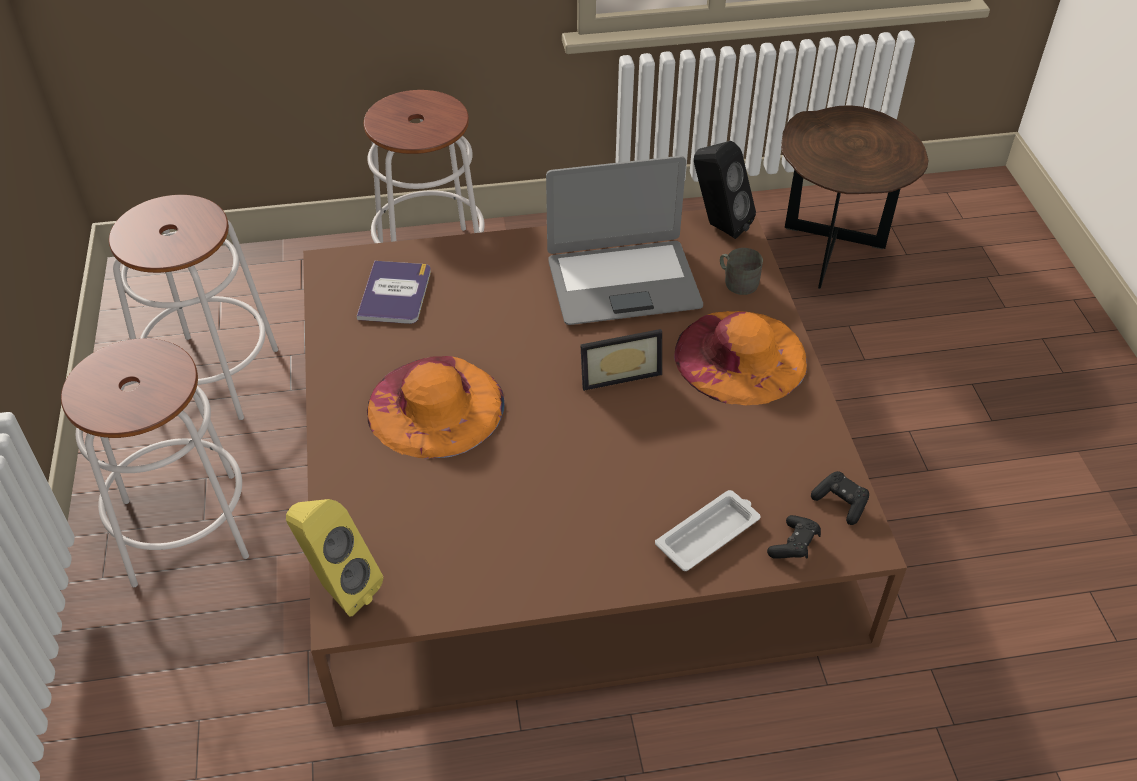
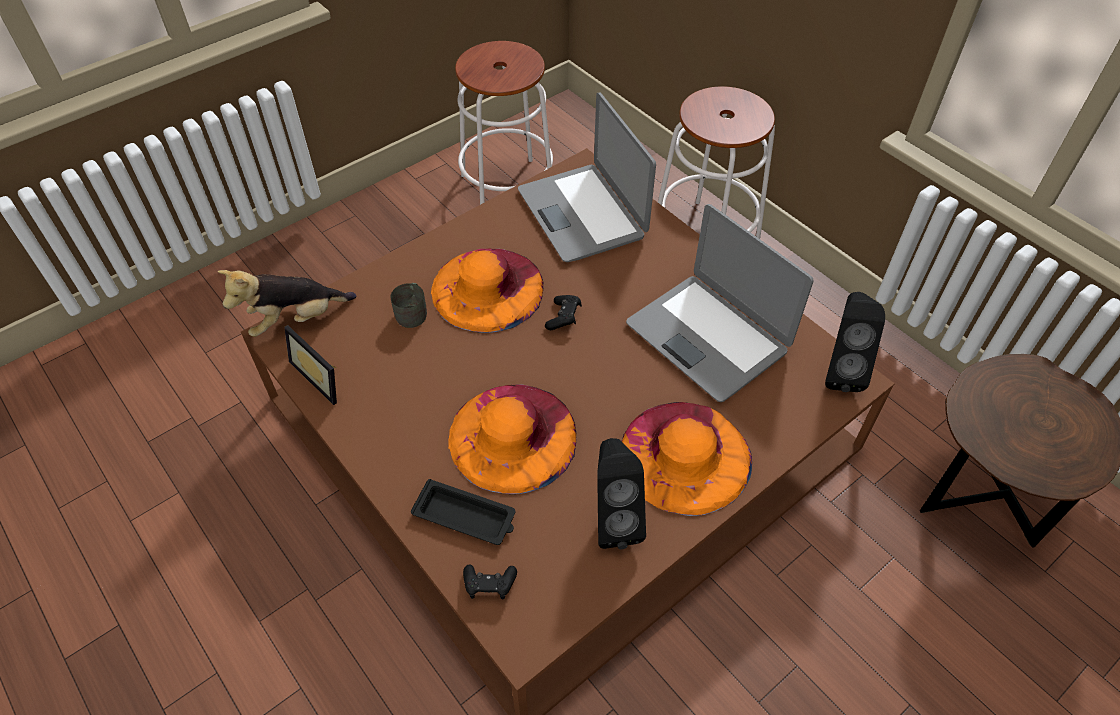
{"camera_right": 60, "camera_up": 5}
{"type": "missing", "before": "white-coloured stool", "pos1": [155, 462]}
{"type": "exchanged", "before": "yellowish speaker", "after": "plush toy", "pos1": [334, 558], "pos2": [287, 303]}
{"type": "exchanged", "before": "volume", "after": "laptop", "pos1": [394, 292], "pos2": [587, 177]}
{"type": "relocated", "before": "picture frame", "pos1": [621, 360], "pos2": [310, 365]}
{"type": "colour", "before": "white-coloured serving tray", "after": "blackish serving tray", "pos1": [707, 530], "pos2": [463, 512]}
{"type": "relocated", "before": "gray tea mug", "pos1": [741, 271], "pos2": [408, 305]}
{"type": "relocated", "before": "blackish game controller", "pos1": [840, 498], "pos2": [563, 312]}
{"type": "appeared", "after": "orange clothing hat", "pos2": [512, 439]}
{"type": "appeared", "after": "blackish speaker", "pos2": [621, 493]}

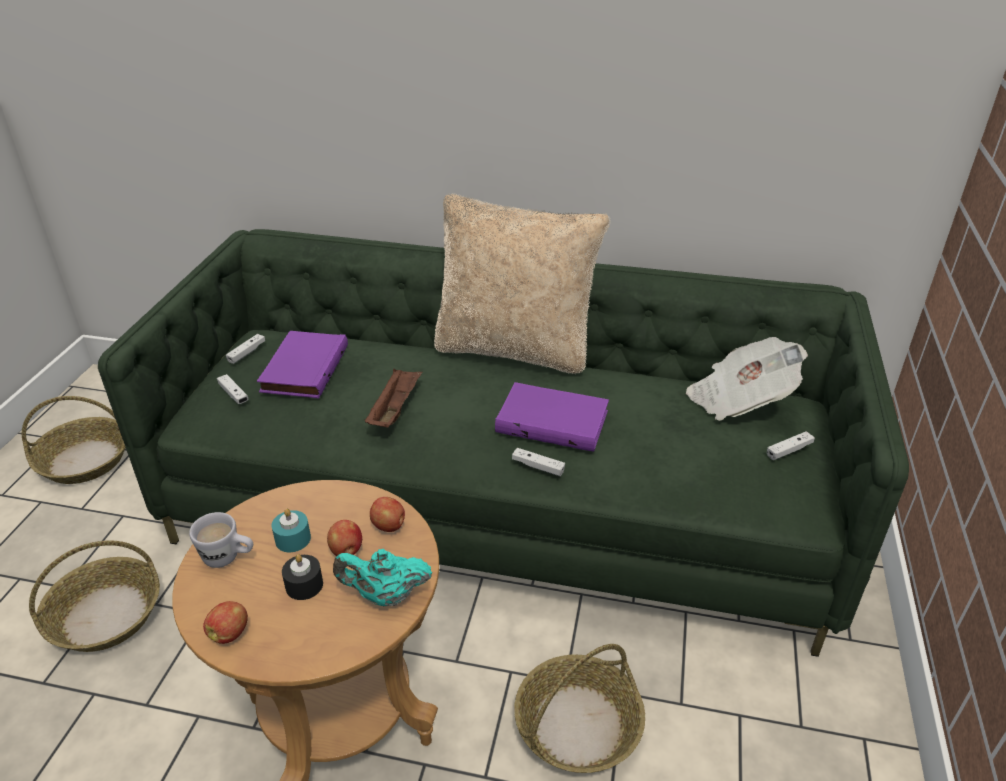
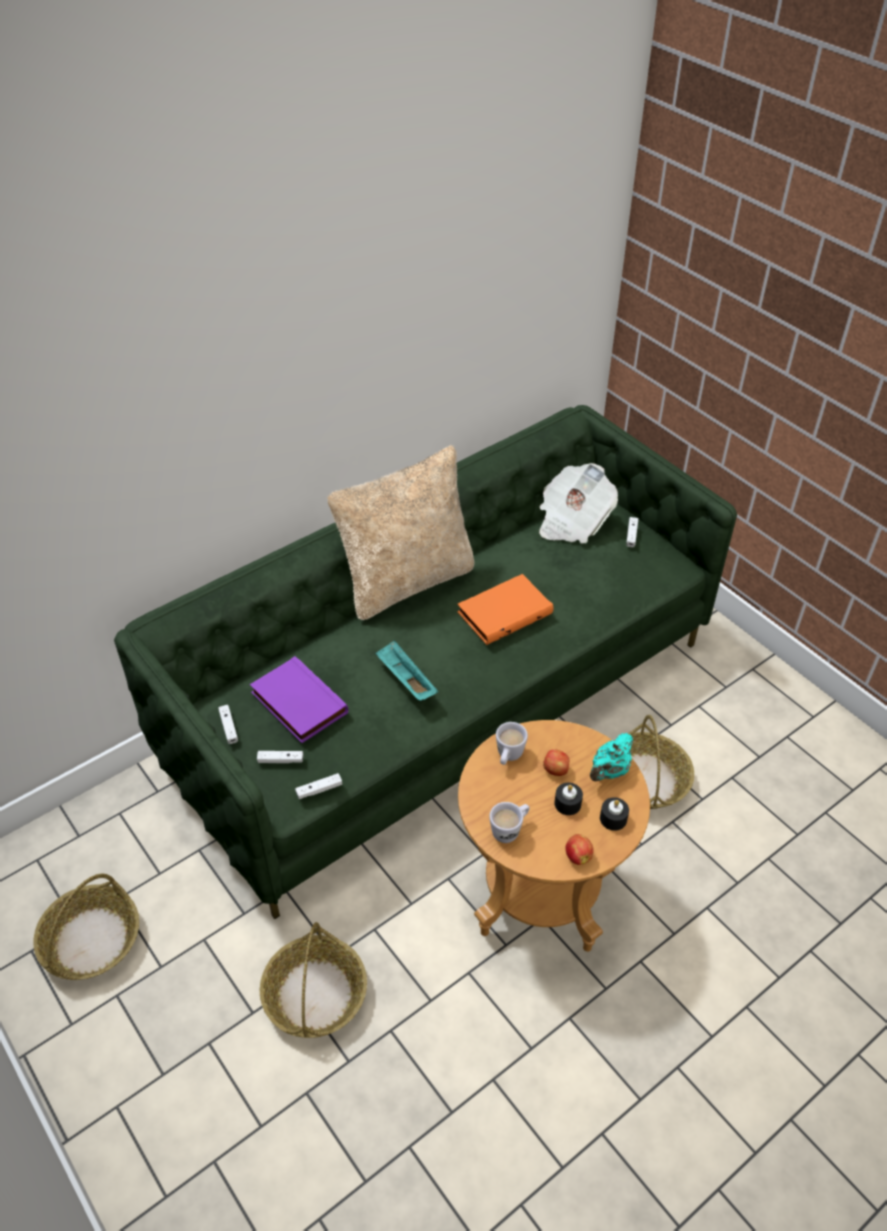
{"camera_right": -50, "camera_up": 10}
{"type": "missing", "before": "turquoise-coloured wax light", "pos1": [291, 530]}
{"type": "colour", "before": "brown serving tray", "after": "turquoise-coloured serving tray", "pos1": [393, 398], "pos2": [406, 670]}
{"type": "missing", "before": "whole apple", "pos1": [387, 514]}
{"type": "colour", "before": "purplish volume", "after": "orange volume", "pos1": [552, 417], "pos2": [505, 609]}
{"type": "relocated", "before": "white-coloured game controller", "pos1": [538, 462], "pos2": [318, 786]}
{"type": "appeared", "after": "white-coloured tea mug", "pos2": [512, 743]}
{"type": "appeared", "after": "blackish wax light", "pos2": [614, 814]}

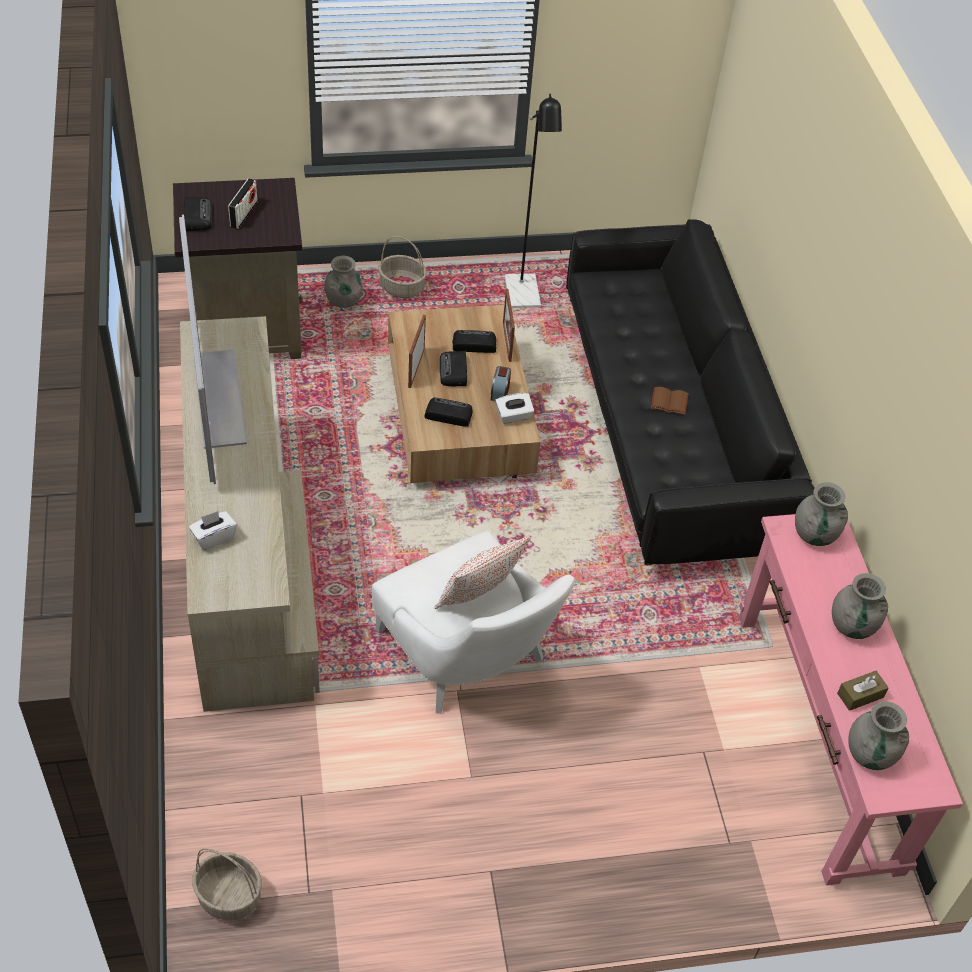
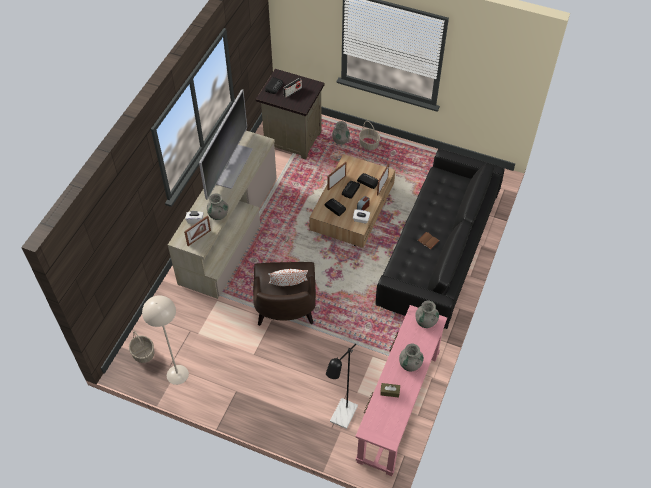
{"camera_right": 35, "camera_up": 5}
{"type": "colour", "before": "white-coloured lounge chair", "after": "brown lounge chair", "pos1": [473, 622], "pos2": [284, 294]}
{"type": "relocated", "before": "blackish standing lamp", "pos1": [533, 201], "pos2": [342, 385]}
{"type": "relocated", "before": "gray flower vase", "pos1": [878, 735], "pos2": [218, 206]}
{"type": "appeared", "after": "sand-coloured standing lamp", "pos2": [165, 340]}
{"type": "appeared", "after": "picture frame", "pos2": [197, 231]}

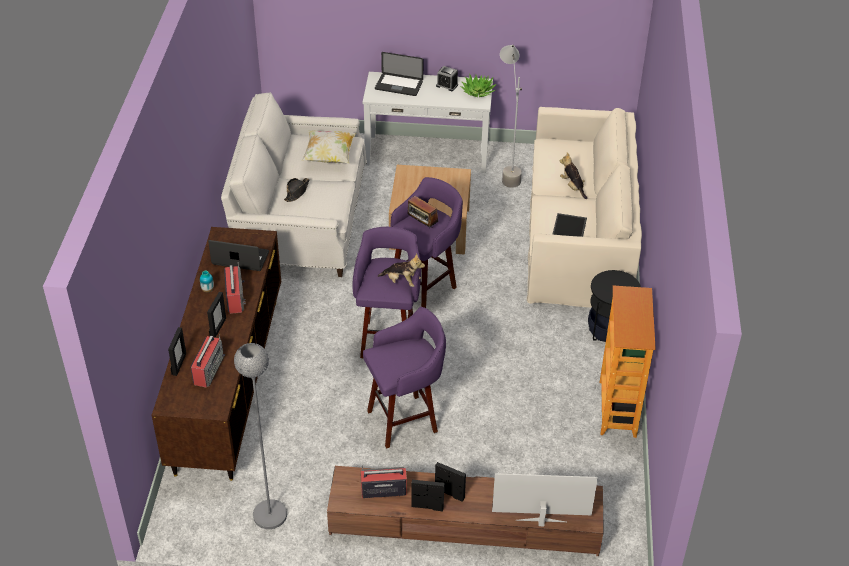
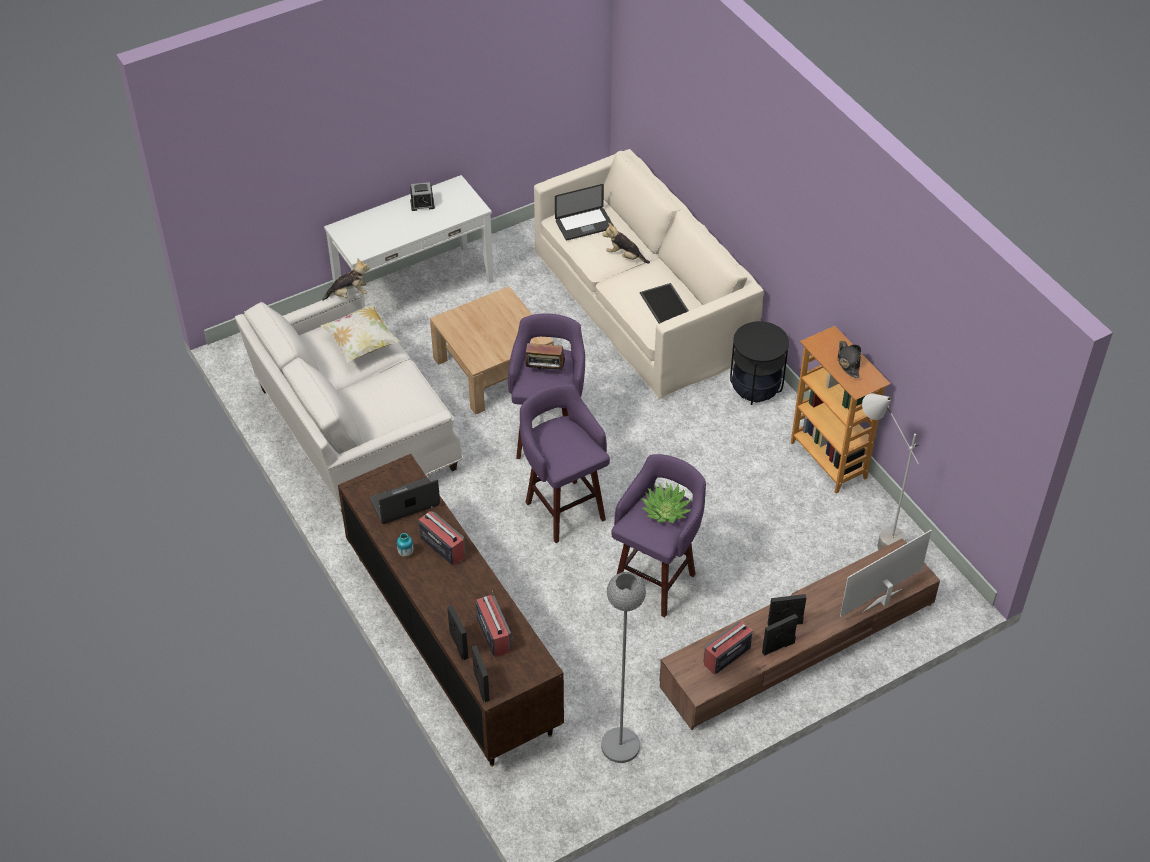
{"camera_right": -35, "camera_up": 5}
{"type": "relocated", "before": "picture frame", "pos1": [216, 315], "pos2": [481, 674]}
{"type": "relocated", "before": "blackish clothing hat", "pos1": [297, 190], "pos2": [849, 359]}
{"type": "relocated", "before": "laptop", "pos1": [399, 74], "pos2": [584, 212]}
{"type": "relocated", "before": "plush toy", "pos1": [401, 270], "pos2": [346, 280]}
{"type": "relocated", "before": "potted plant", "pos1": [478, 85], "pos2": [666, 502]}
{"type": "relocated", "before": "gray standing lamp", "pos1": [511, 116], "pos2": [891, 471]}

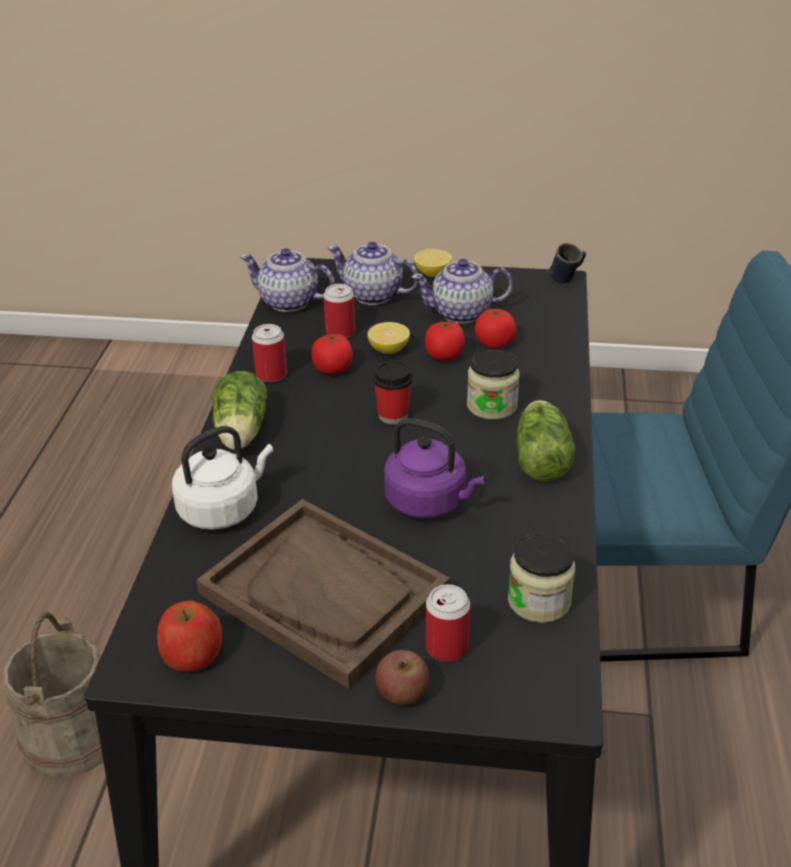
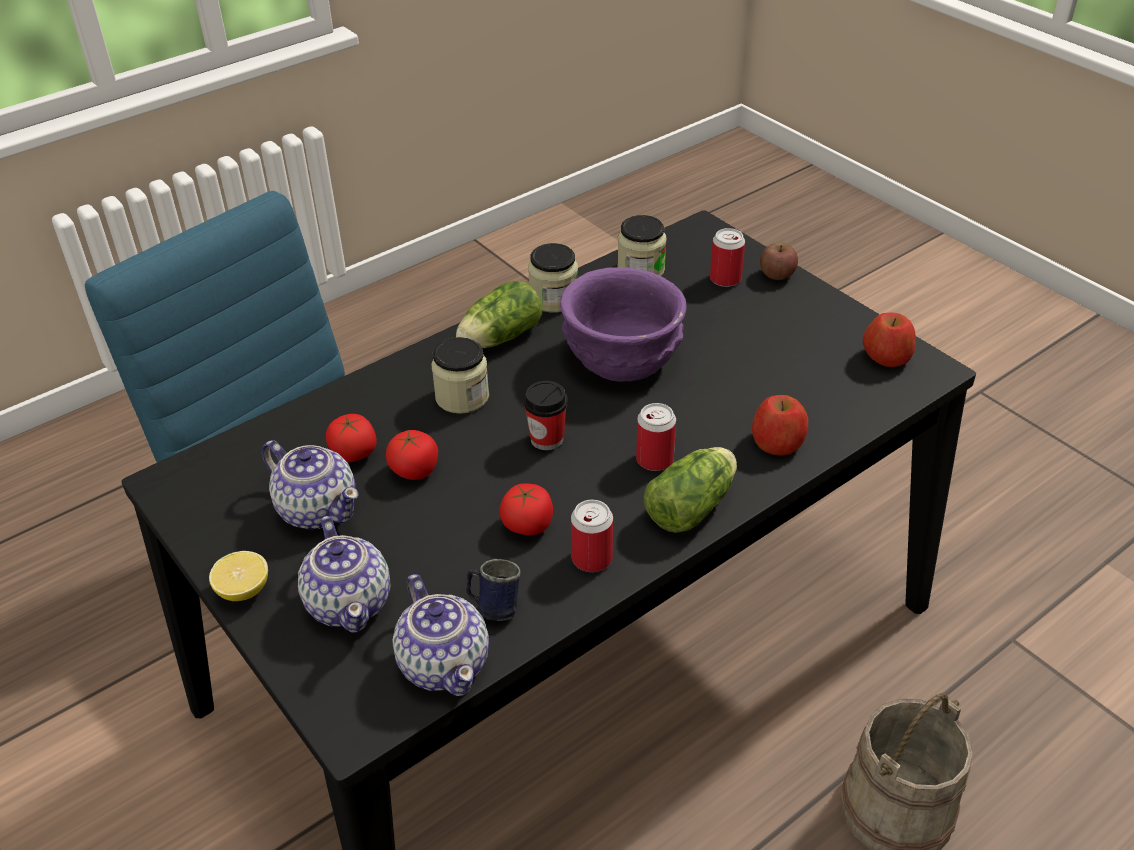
{"camera_right": -135, "camera_up": 5}
{"type": "exchanged", "before": "white-coloured kettle", "after": "whole apple", "pos1": [222, 478], "pos2": [780, 425]}
{"type": "missing", "before": "brown serving tray", "pos1": [323, 594]}
{"type": "relocated", "before": "metal can", "pos1": [339, 311], "pos2": [656, 437]}
{"type": "missing", "before": "citrus fruit", "pos1": [388, 338]}
{"type": "exchanged", "before": "purplish kettle", "after": "purplish serving bowl", "pos1": [434, 468], "pos2": [623, 324]}
{"type": "relocated", "before": "blue tea mug", "pos1": [567, 263], "pos2": [493, 590]}
{"type": "appeared", "after": "jar", "pos2": [553, 278]}

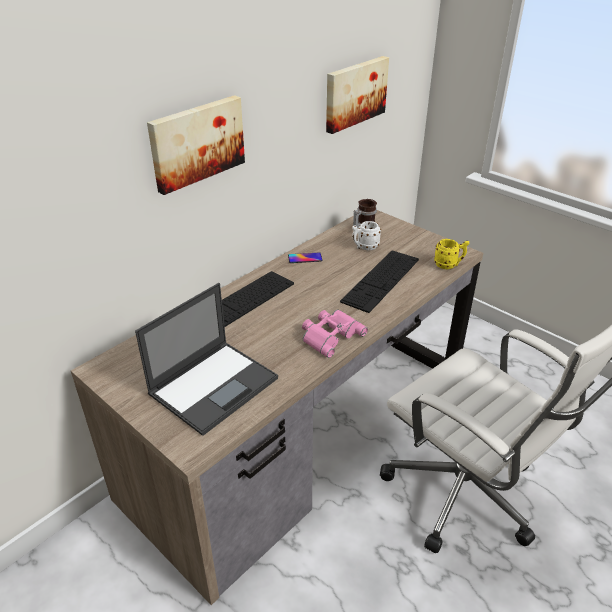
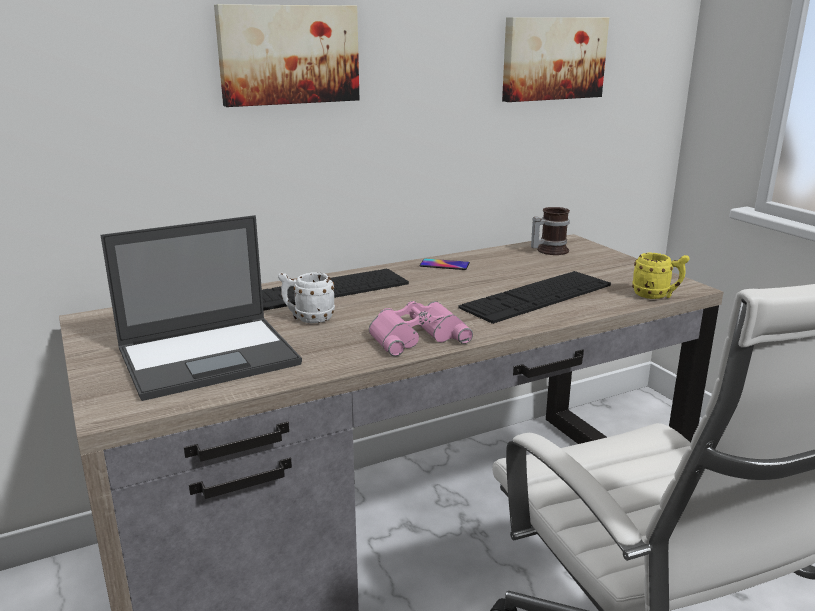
{"camera_right": 20, "camera_up": -15}
{"type": "relocated", "before": "white-coloured tea mug", "pos1": [366, 235], "pos2": [306, 297]}

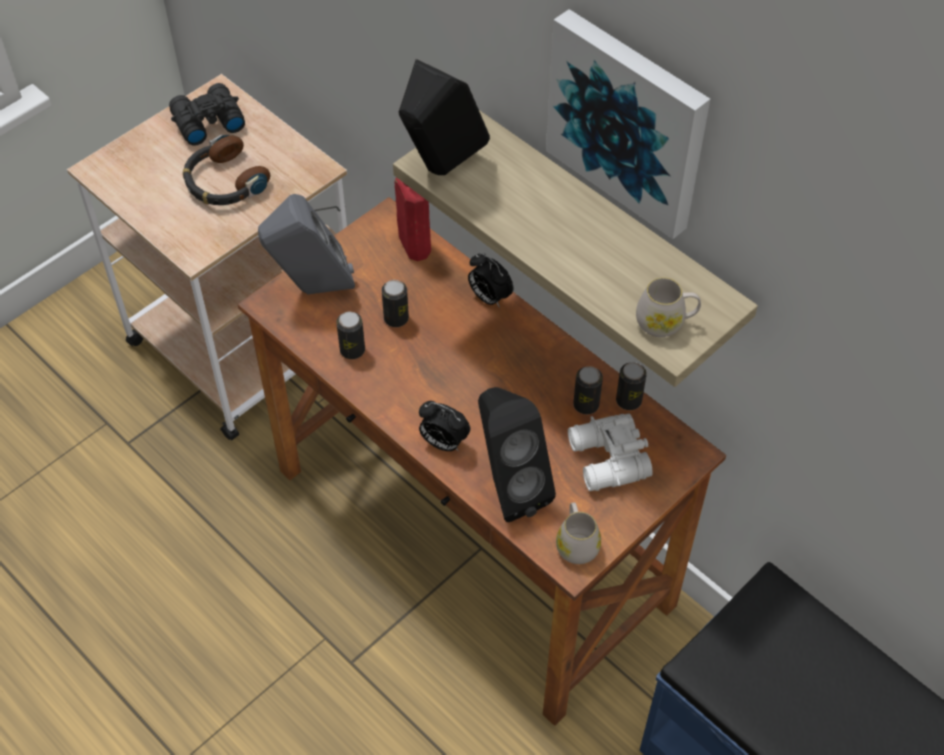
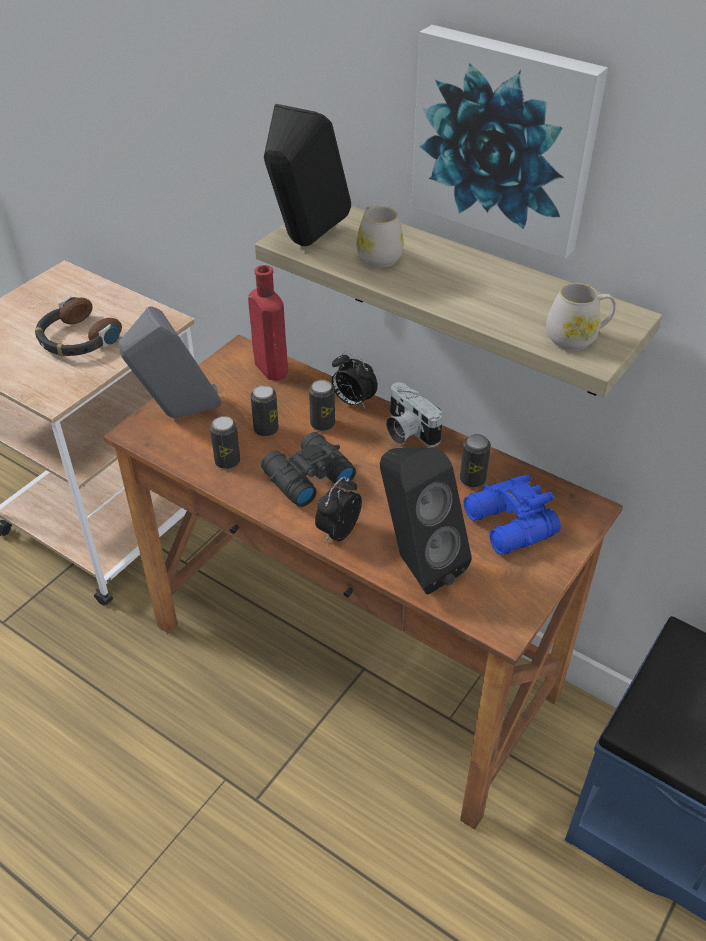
{"camera_right": -10, "camera_up": -10}
{"type": "relocated", "before": "blackish binoculars", "pos1": [207, 114], "pos2": [308, 469]}
{"type": "spun", "before": "bedside clock", "pos1": [444, 426], "pos2": [338, 509], "turn": 105}
{"type": "relocated", "before": "white-coloured tea mug", "pos1": [578, 533], "pos2": [380, 237]}
{"type": "colour", "before": "white-coloured binoculars", "after": "blue binoculars", "pos1": [610, 452], "pos2": [512, 515]}
{"type": "relocated", "before": "metal can", "pos1": [631, 386], "pos2": [322, 405]}
{"type": "appeared", "after": "still camera", "pos2": [414, 414]}

